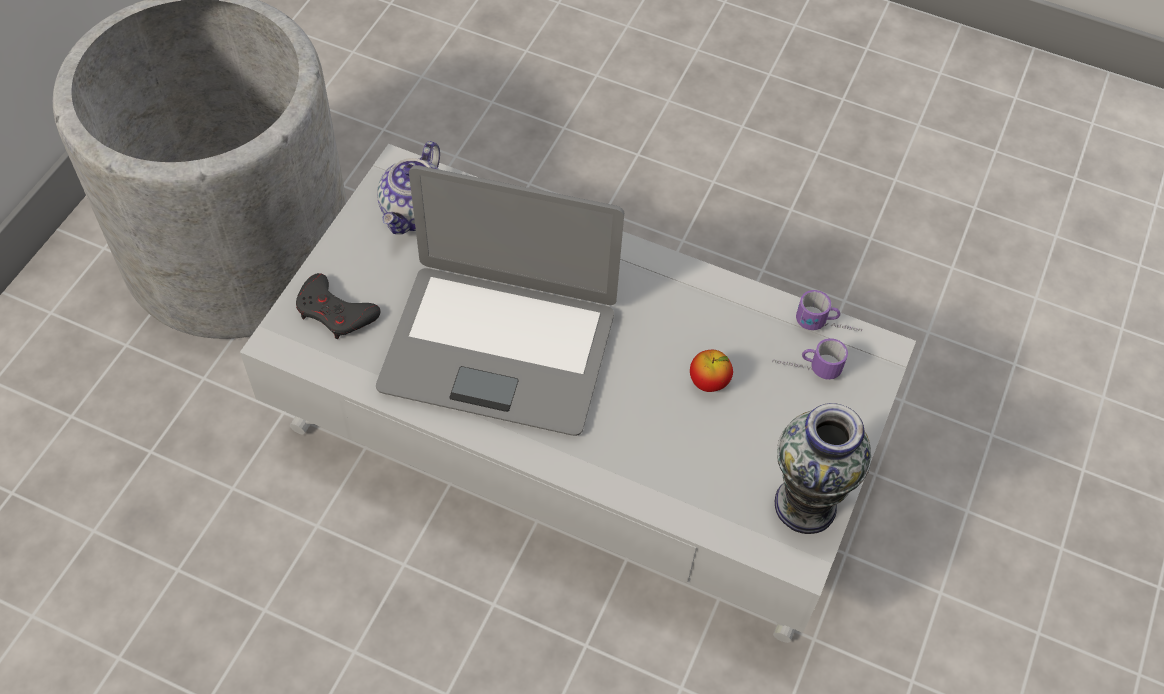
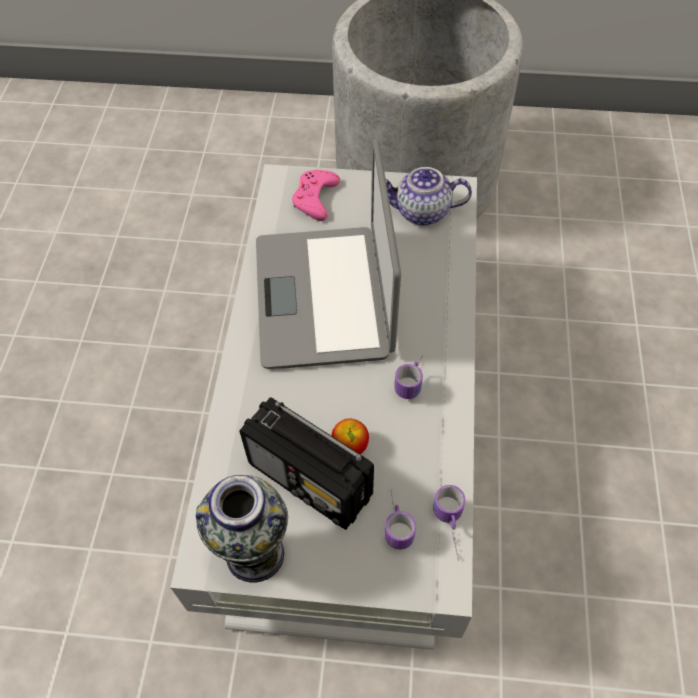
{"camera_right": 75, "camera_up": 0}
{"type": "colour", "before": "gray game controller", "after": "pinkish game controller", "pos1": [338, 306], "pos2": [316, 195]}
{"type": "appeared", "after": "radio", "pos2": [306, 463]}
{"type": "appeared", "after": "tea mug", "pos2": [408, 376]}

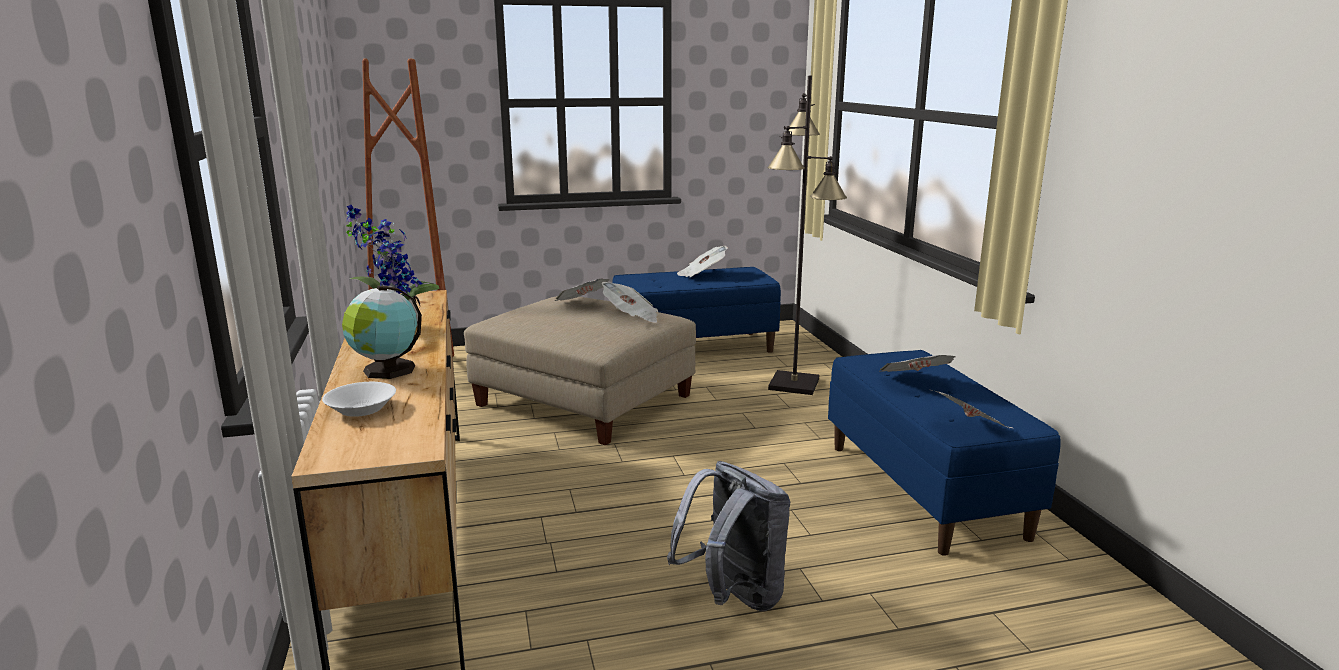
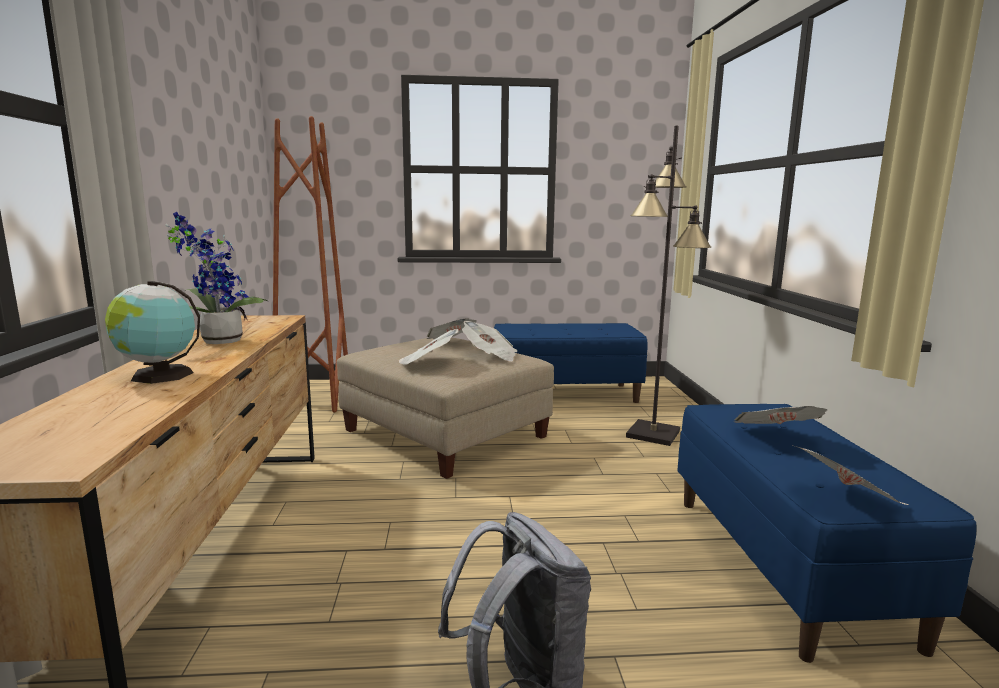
{"camera_right": 10, "camera_up": -5}
{"type": "missing", "before": "white-coloured serving bowl", "pos1": [359, 399]}
{"type": "relocated", "before": "newspaper", "pos1": [702, 261], "pos2": [429, 347]}

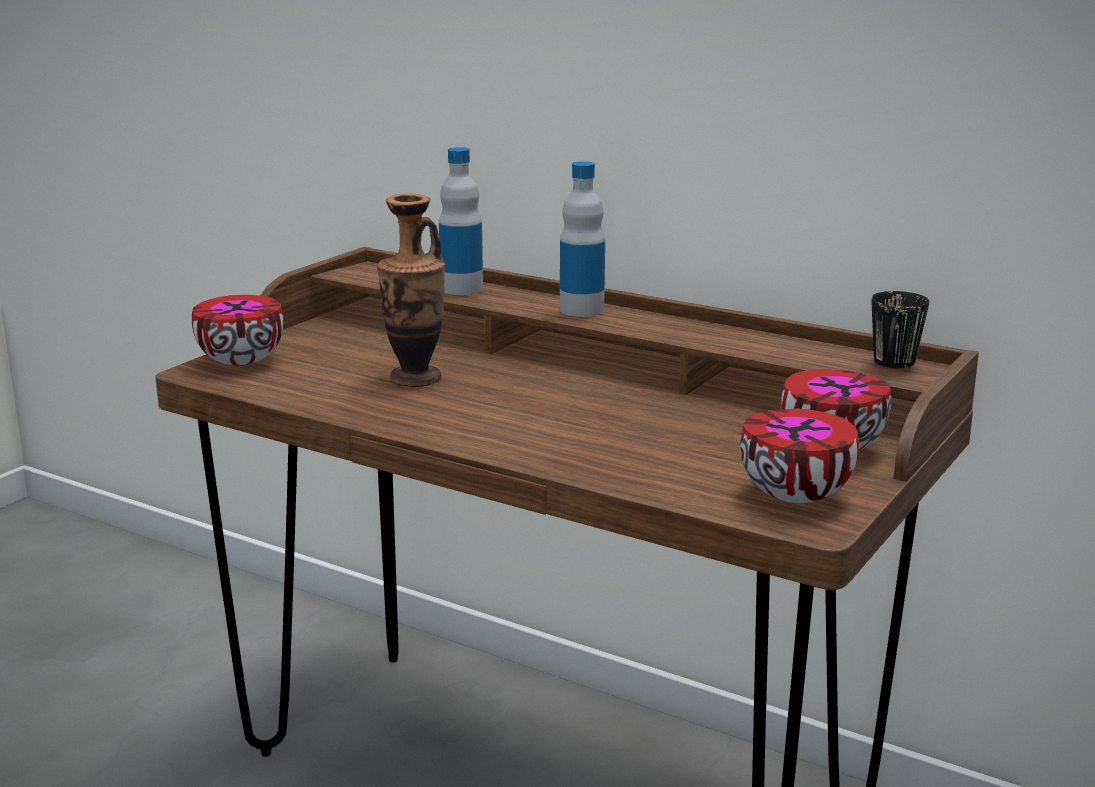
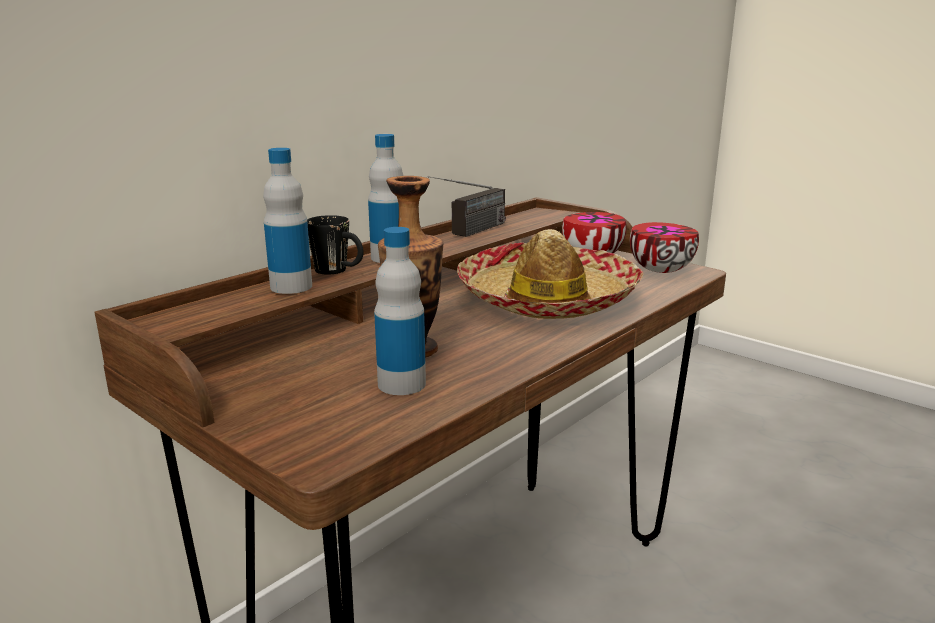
{"camera_right": -80, "camera_up": 0}
{"type": "missing", "before": "serving bowl", "pos1": [237, 330]}
{"type": "relocated", "before": "blackish tea mug", "pos1": [900, 329], "pos2": [335, 244]}
{"type": "appeared", "after": "drink bottle", "pos2": [400, 311]}
{"type": "appeared", "after": "radio", "pos2": [467, 206]}
{"type": "appeared", "after": "clothing hat", "pos2": [550, 274]}

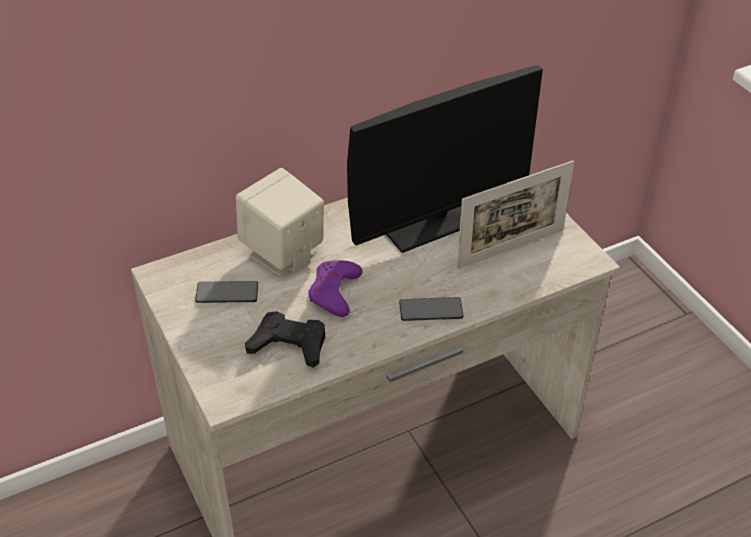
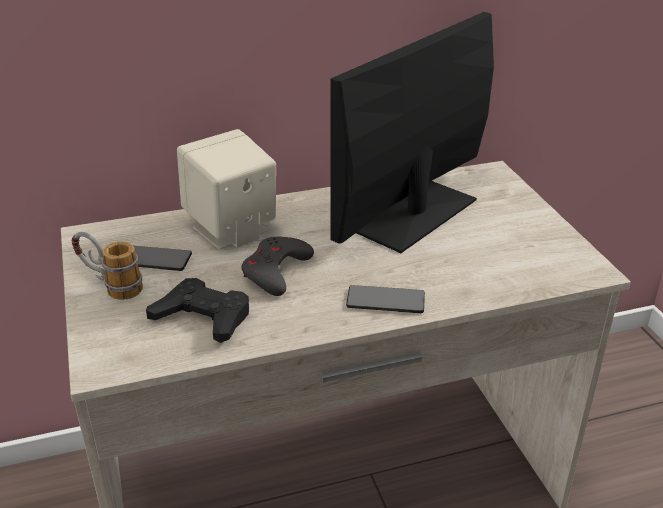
{"camera_right": 10, "camera_up": -10}
{"type": "colour", "before": "purplish game controller", "after": "gray game controller", "pos1": [335, 288], "pos2": [277, 266]}
{"type": "spun", "before": "computer screen", "pos1": [445, 159], "pos2": [412, 132], "turn": 150}
{"type": "missing", "before": "picture frame", "pos1": [515, 214]}
{"type": "appeared", "after": "tea mug", "pos2": [107, 266]}

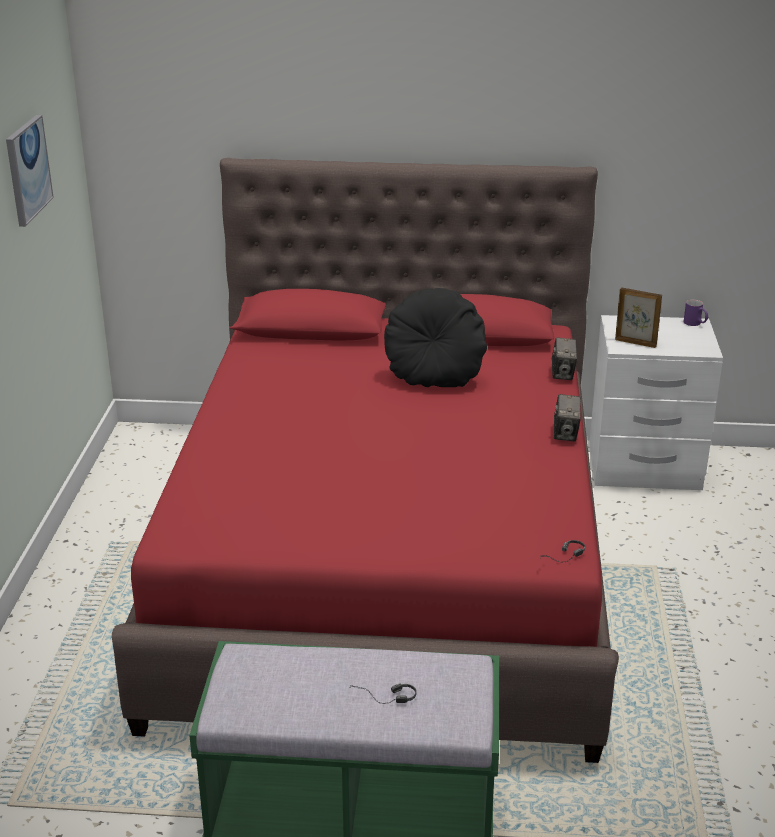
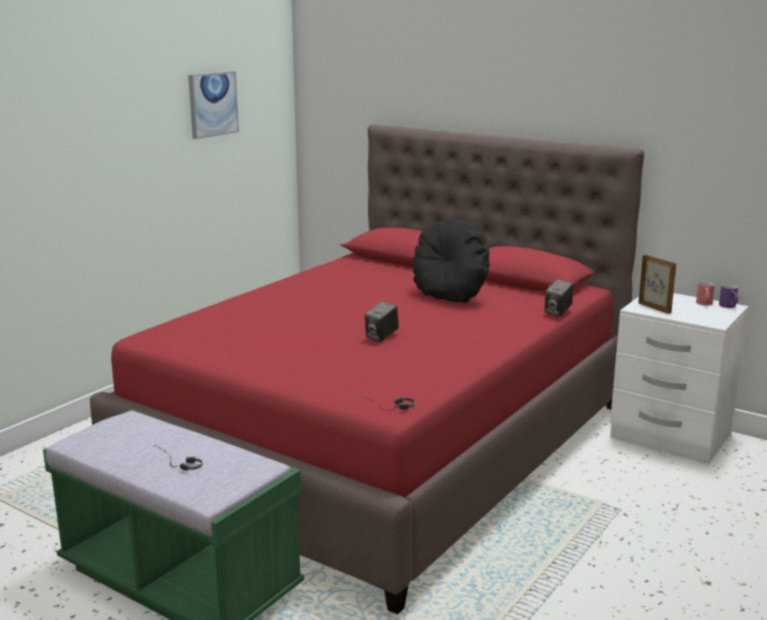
{"camera_right": 30, "camera_up": -10}
{"type": "relocated", "before": "still camera", "pos1": [567, 417], "pos2": [382, 321]}
{"type": "appeared", "after": "red-coloured tea mug", "pos2": [705, 293]}

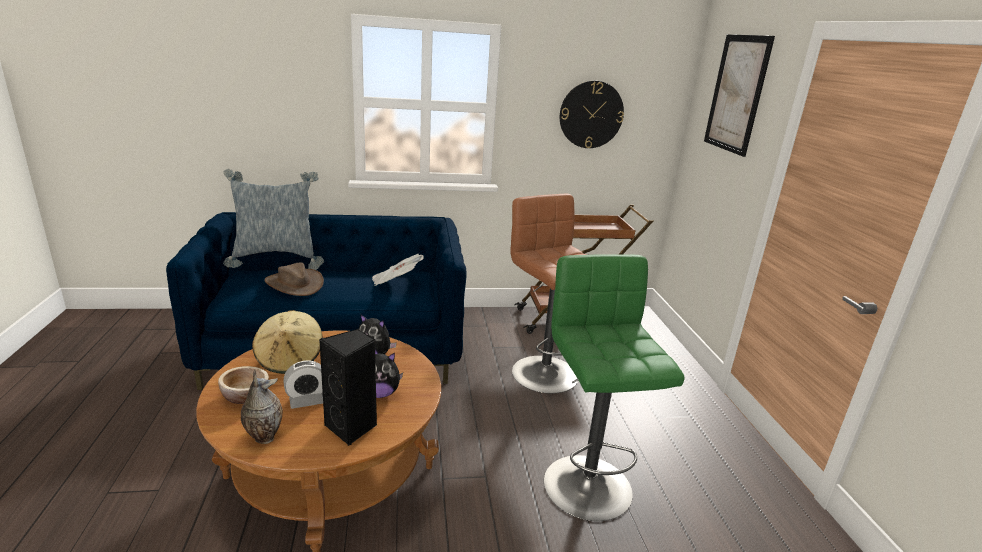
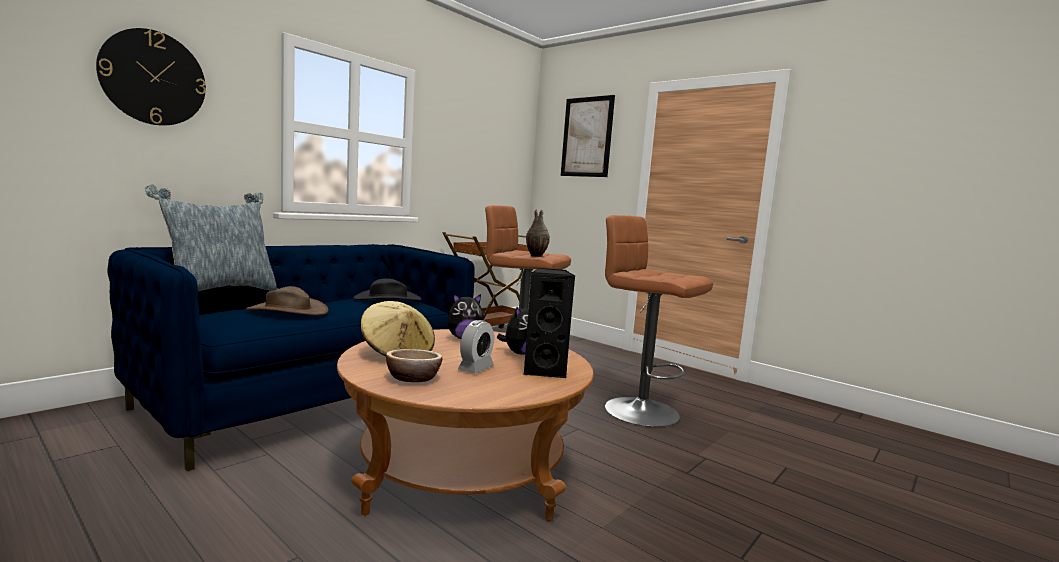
{"camera_right": -40, "camera_up": -15}
{"type": "relocated", "before": "flower vase", "pos1": [261, 407], "pos2": [538, 233]}
{"type": "exchanged", "before": "newspaper", "after": "blackish clothing hat", "pos1": [398, 270], "pos2": [387, 289]}
{"type": "colour", "before": "green stool", "after": "brown stool", "pos1": [614, 387], "pos2": [659, 321]}
{"type": "relocated", "before": "hanging clock", "pos1": [592, 114], "pos2": [151, 77]}

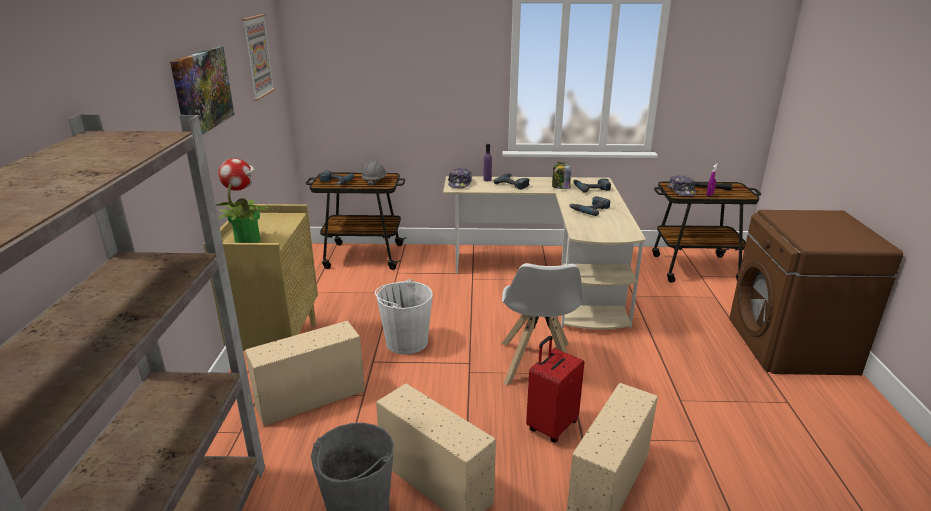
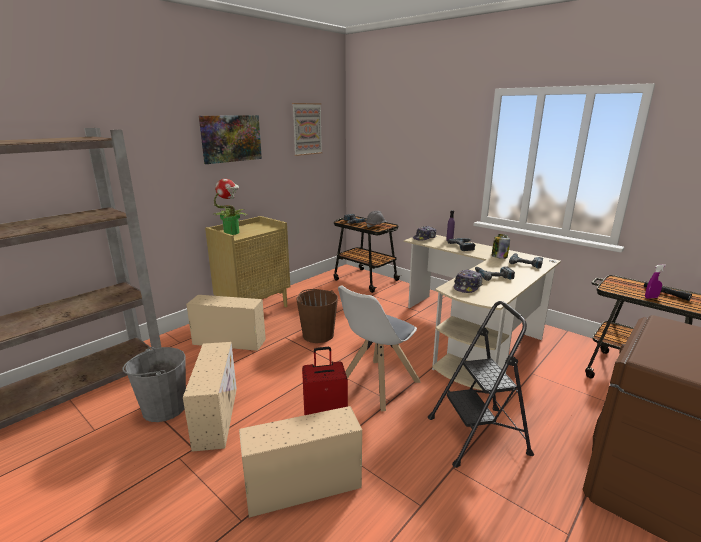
{"camera_right": 40, "camera_up": -5}
{"type": "colour", "before": "white-coloured pail", "after": "brown pail", "pos1": [404, 316], "pos2": [317, 316]}
{"type": "relocated", "before": "cap", "pos1": [682, 185], "pos2": [468, 281]}
{"type": "appeared", "after": "blackish stepladder", "pos2": [481, 384]}

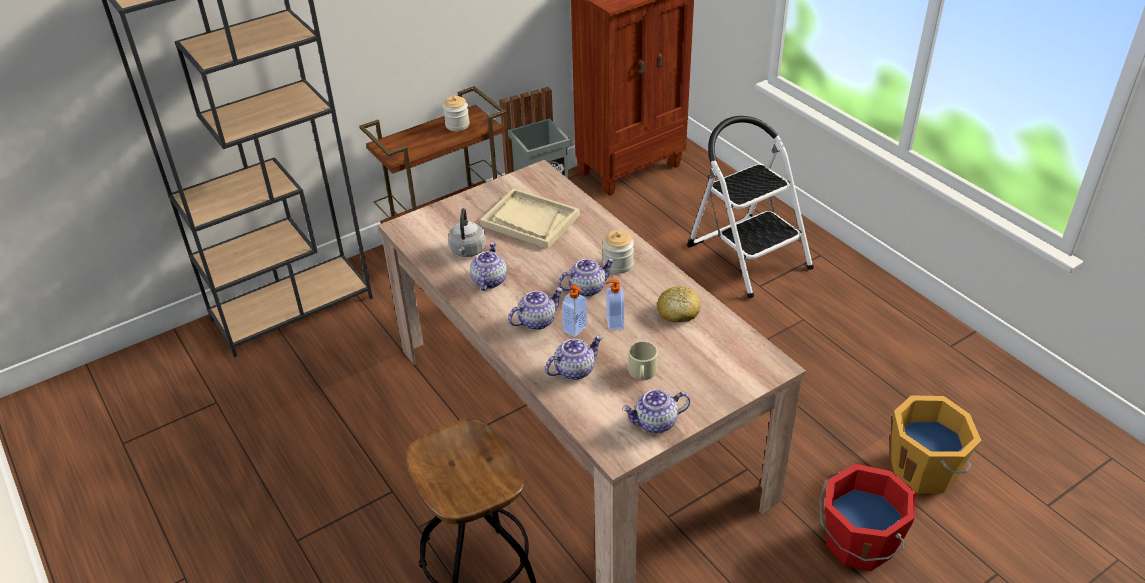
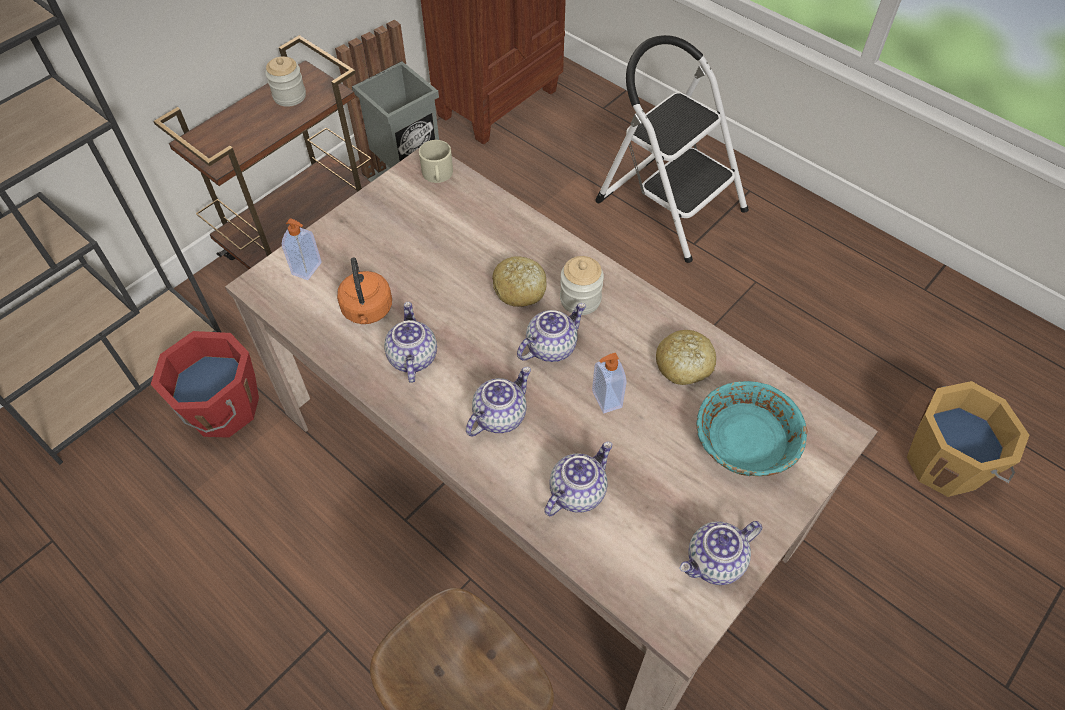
{"camera_right": -15, "camera_up": 15}
{"type": "colour", "before": "gray kettle", "after": "orange kettle", "pos1": [467, 232], "pos2": [364, 290]}
{"type": "missing", "before": "sand-coloured serving tray", "pos1": [530, 218]}
{"type": "relocated", "before": "liquid soap bottle", "pos1": [575, 311], "pos2": [301, 249]}
{"type": "relocated", "before": "sand-coloured tea mug", "pos1": [643, 360], "pos2": [436, 161]}
{"type": "relocated", "before": "red-coloured pail", "pos1": [867, 517], "pos2": [204, 384]}
{"type": "appeared", "after": "baked bread", "pos2": [519, 281]}
{"type": "appeared", "after": "turquoise-coloured serving bowl", "pos2": [752, 428]}

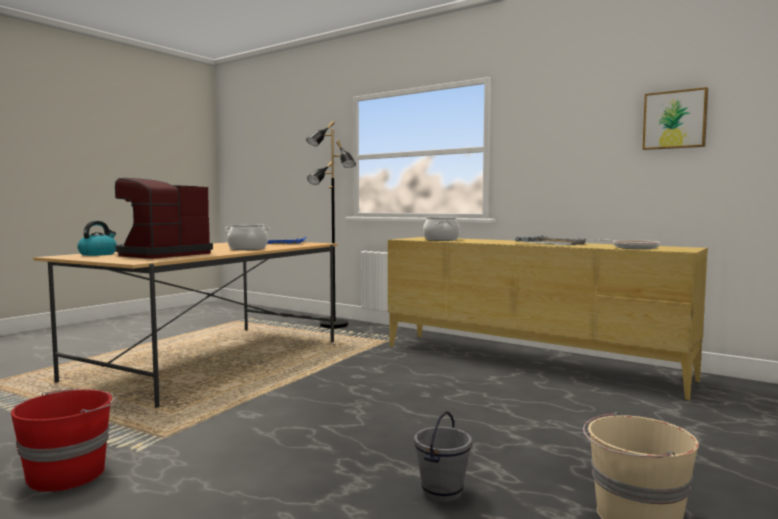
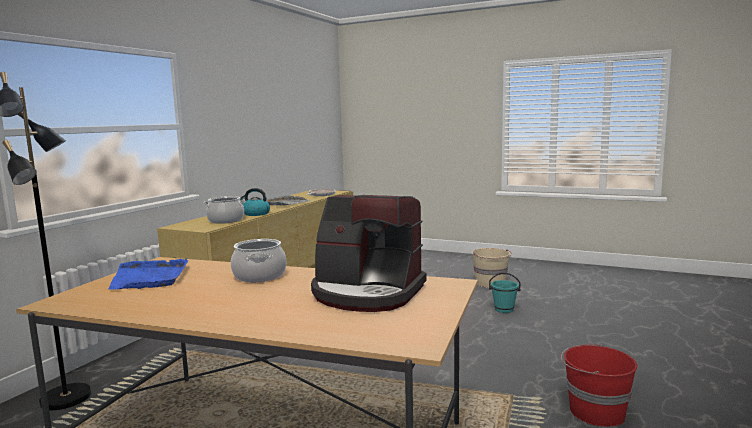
{"camera_right": -100, "camera_up": 5}
{"type": "relocated", "before": "kettle", "pos1": [97, 238], "pos2": [254, 202]}
{"type": "colour", "before": "gray pail", "after": "turquoise-coloured pail", "pos1": [443, 456], "pos2": [505, 293]}
{"type": "missing", "before": "wall art", "pos1": [675, 118]}

